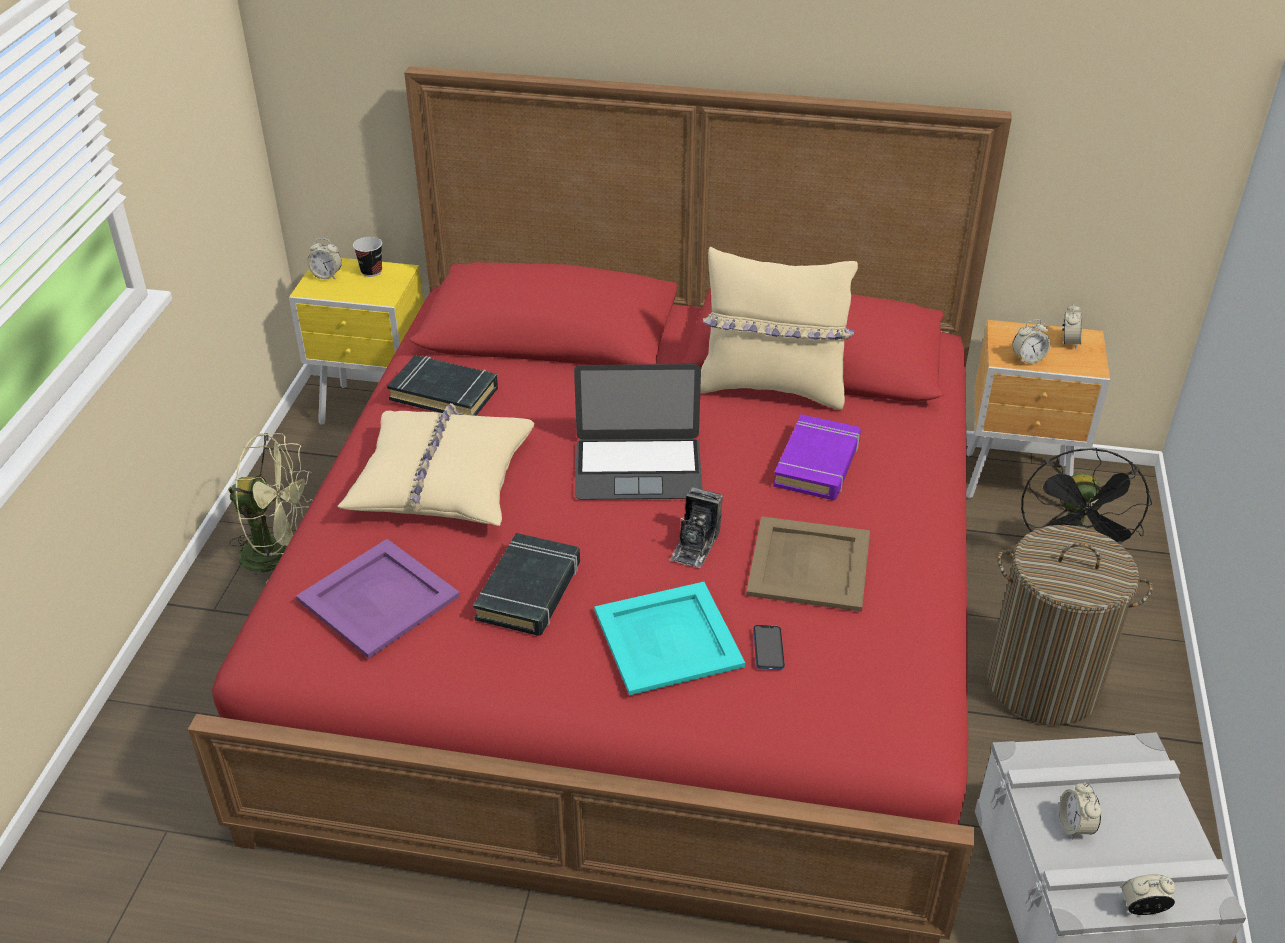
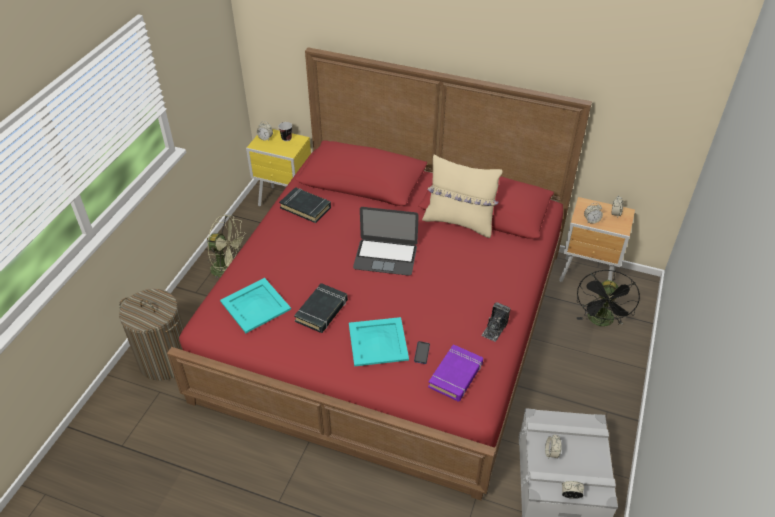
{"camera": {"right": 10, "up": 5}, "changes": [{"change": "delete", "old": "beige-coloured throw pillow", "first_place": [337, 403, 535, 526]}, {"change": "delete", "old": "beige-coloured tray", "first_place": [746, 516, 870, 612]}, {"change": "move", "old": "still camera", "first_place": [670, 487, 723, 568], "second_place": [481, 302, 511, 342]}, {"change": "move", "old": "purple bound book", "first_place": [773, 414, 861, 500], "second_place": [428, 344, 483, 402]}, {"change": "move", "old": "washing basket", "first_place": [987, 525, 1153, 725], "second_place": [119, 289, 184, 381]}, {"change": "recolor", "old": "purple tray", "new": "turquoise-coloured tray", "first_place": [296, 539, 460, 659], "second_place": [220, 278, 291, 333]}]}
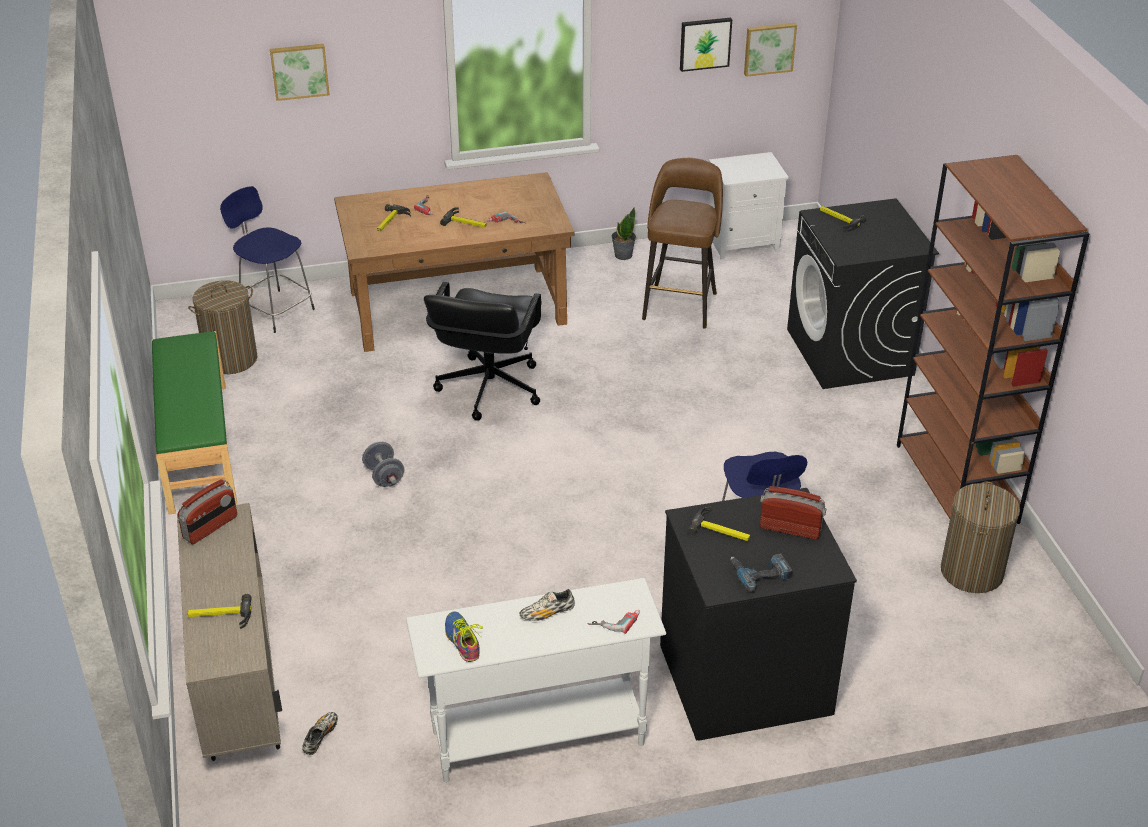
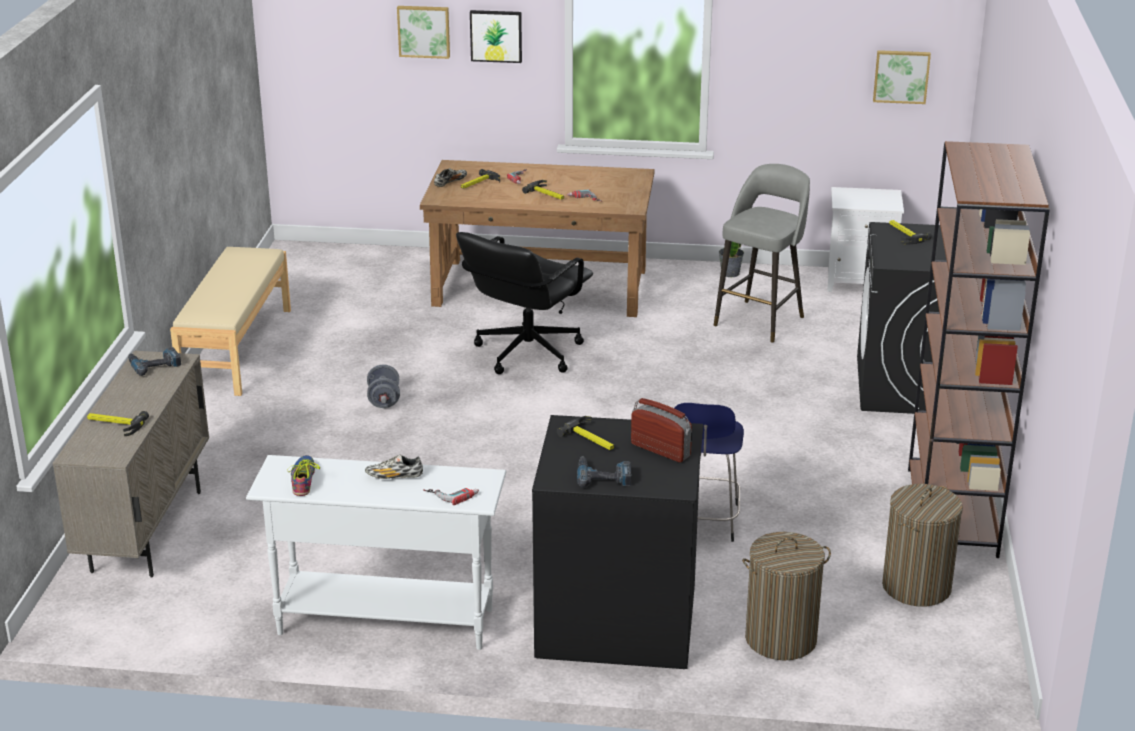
{"camera": {"right": 20, "up": -10}, "changes": [{"change": "delete", "old": "blue stool seat", "first_place": [220, 186, 315, 333]}, {"change": "move", "old": "washing basket", "first_place": [188, 280, 257, 374], "second_place": [742, 532, 831, 661]}, {"change": "move", "old": "item of footwear", "first_place": [302, 712, 338, 755], "second_place": [434, 168, 467, 187]}, {"change": "move", "old": "wall picture", "first_place": [680, 18, 732, 72], "second_place": [470, 10, 522, 63]}, {"change": "replace", "old": "radio set", "new": "drill", "first_place": [178, 479, 237, 544], "second_place": [128, 347, 181, 376]}, {"change": "recolor", "old": "greenish indoor bench", "new": "beige-coloured indoor bench", "first_place": [151, 331, 237, 515], "second_place": [170, 247, 291, 396]}, {"change": "recolor", "old": "brown-coloured stool seat", "new": "greyish stool seat", "first_place": [642, 158, 723, 329], "second_place": [714, 164, 810, 343]}]}
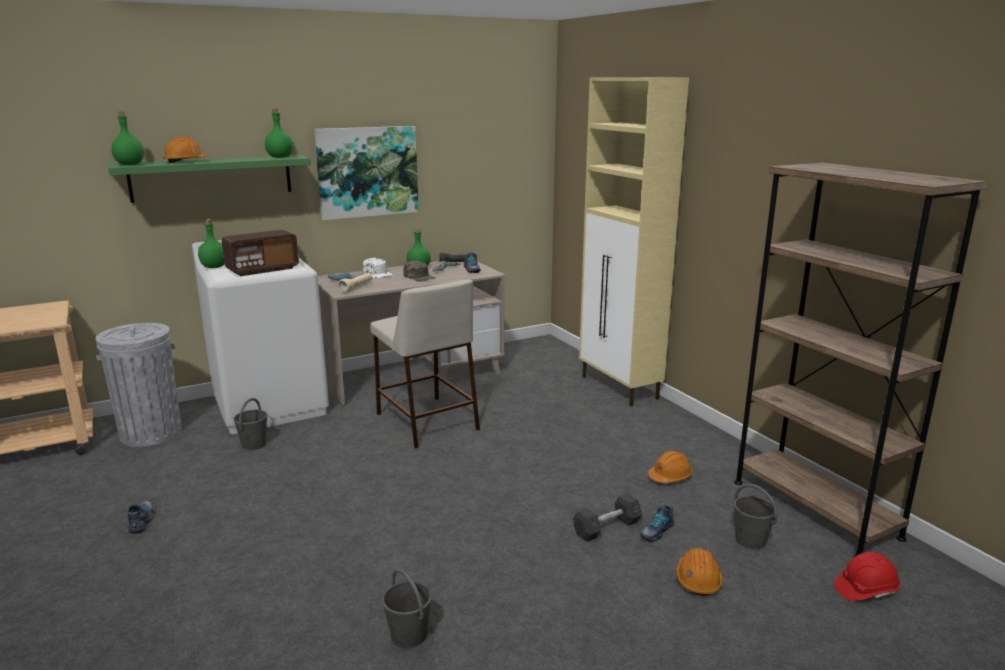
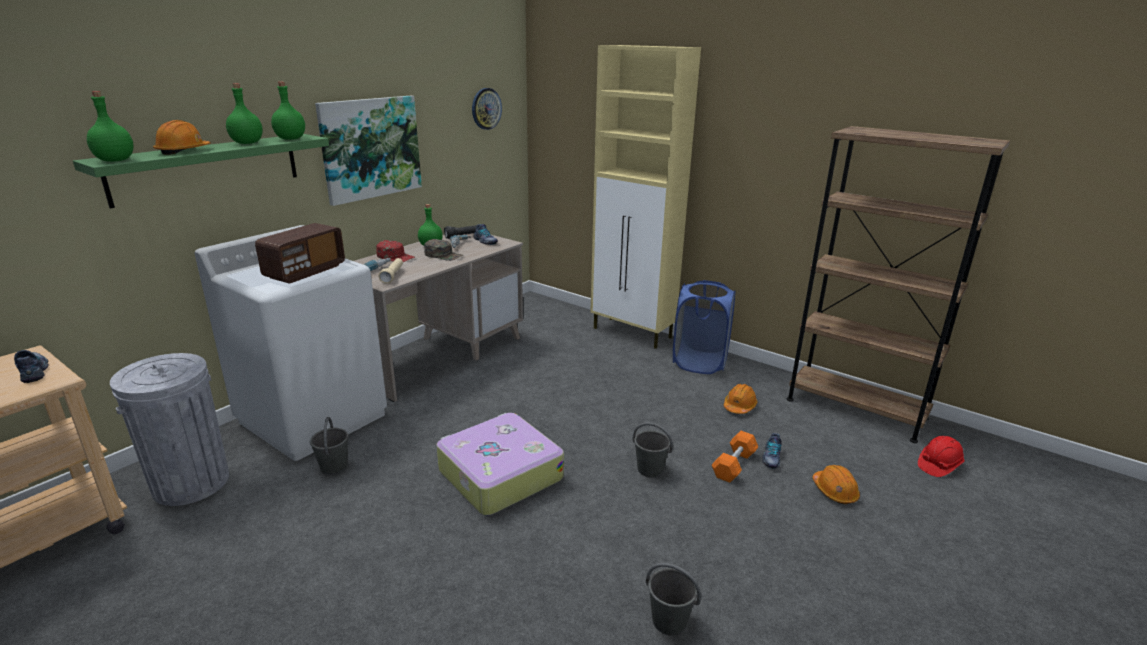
{"camera": {"right": -25, "up": 5}, "changes": [{"change": "delete", "old": "beige-coloured stool seat", "first_place": [370, 280, 480, 449]}, {"change": "insert", "new": "travel case", "second_place": [436, 413, 564, 515]}, {"change": "insert", "new": "hanging clock", "second_place": [472, 88, 502, 130]}, {"change": "insert", "new": "blue washing basket", "second_place": [673, 280, 735, 374]}, {"change": "move", "old": "item of footwear", "first_place": [128, 501, 156, 534], "second_place": [14, 350, 49, 383]}, {"change": "move", "old": "greenish drink bottle", "first_place": [198, 219, 224, 268], "second_place": [226, 83, 263, 144]}, {"change": "move", "old": "greyish water bucket", "first_place": [734, 484, 777, 549], "second_place": [633, 422, 673, 477]}, {"change": "recolor", "old": "whitish cap", "new": "red cap", "first_place": [363, 258, 393, 278], "second_place": [376, 240, 415, 262]}, {"change": "recolor", "old": "greyish dumbbell", "new": "orange-coloured dumbbell", "first_place": [573, 493, 642, 542], "second_place": [712, 431, 758, 483]}]}
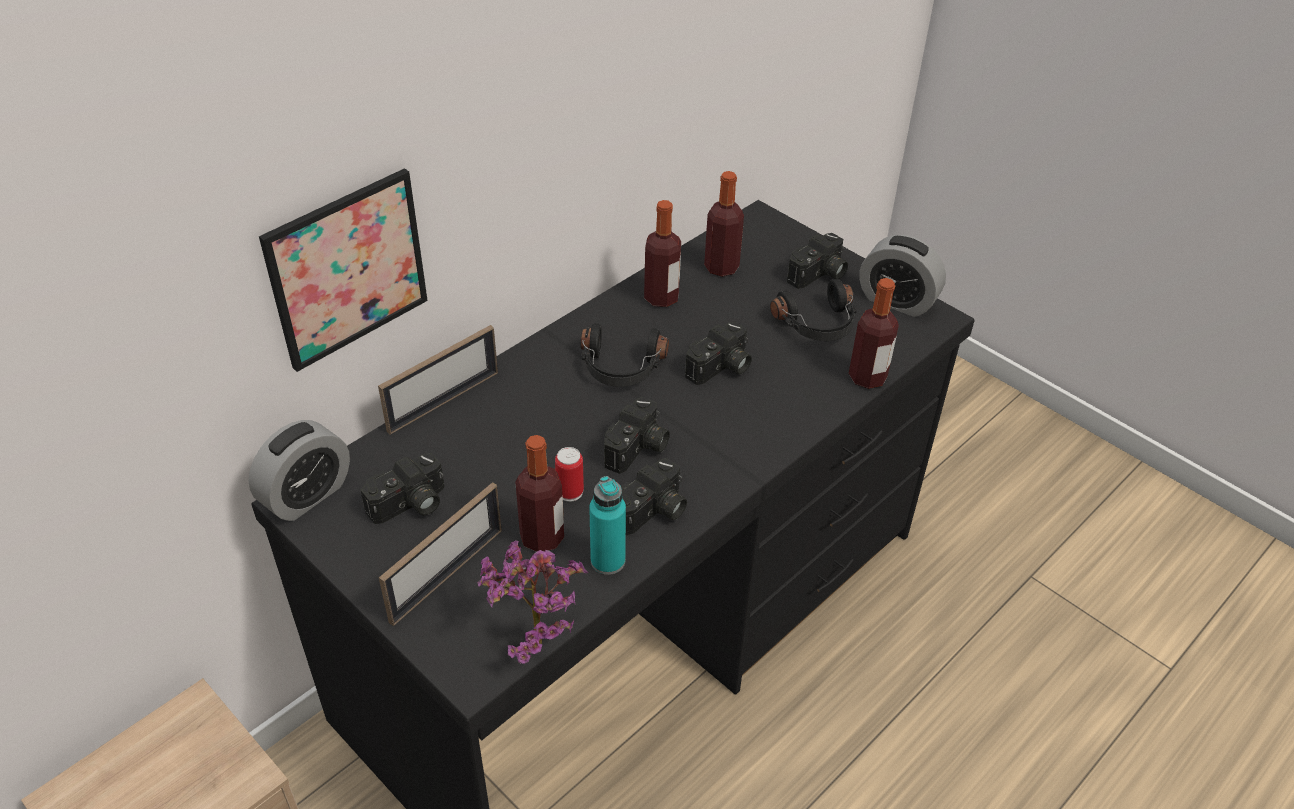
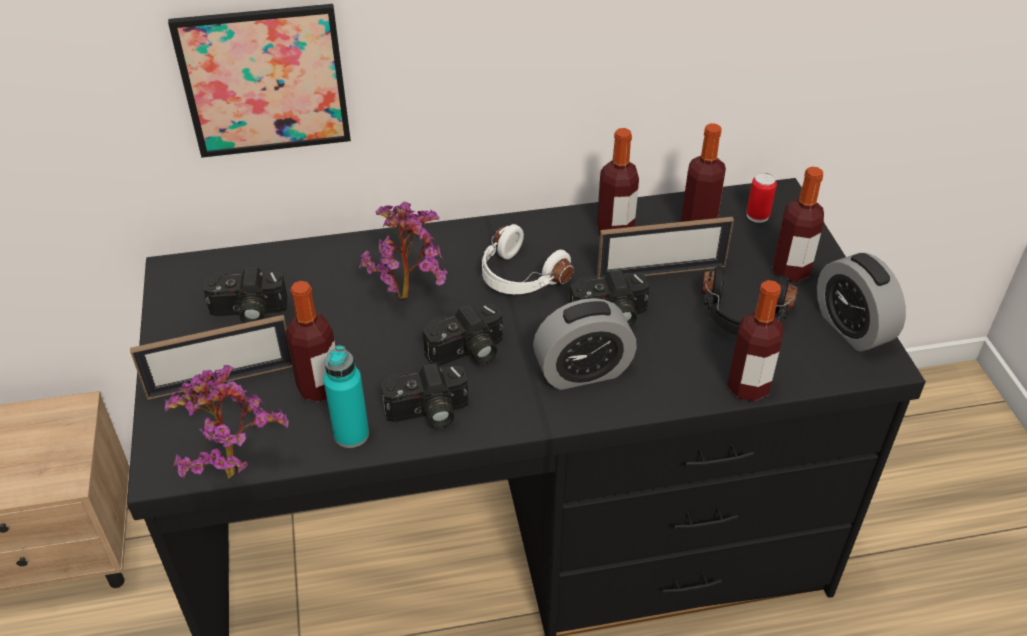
{"camera": {"right": 35, "up": 0}, "changes": [{"change": "insert", "new": "houseplant", "second_place": [359, 202, 448, 299]}, {"change": "move", "old": "table clock", "first_place": [248, 420, 350, 521], "second_place": [533, 298, 637, 390]}, {"change": "move", "old": "picture frame", "first_place": [378, 325, 498, 434], "second_place": [597, 217, 734, 279]}, {"change": "move", "old": "sealed can", "first_place": [555, 447, 584, 502], "second_place": [747, 172, 777, 223]}, {"change": "replace", "old": "still camera", "new": "drink bottle", "first_place": [787, 233, 848, 289], "second_place": [772, 167, 824, 282]}, {"change": "recolor", "old": "black-coloured headset", "new": "whitish headset", "first_place": [581, 323, 669, 387], "second_place": [482, 224, 574, 294]}]}
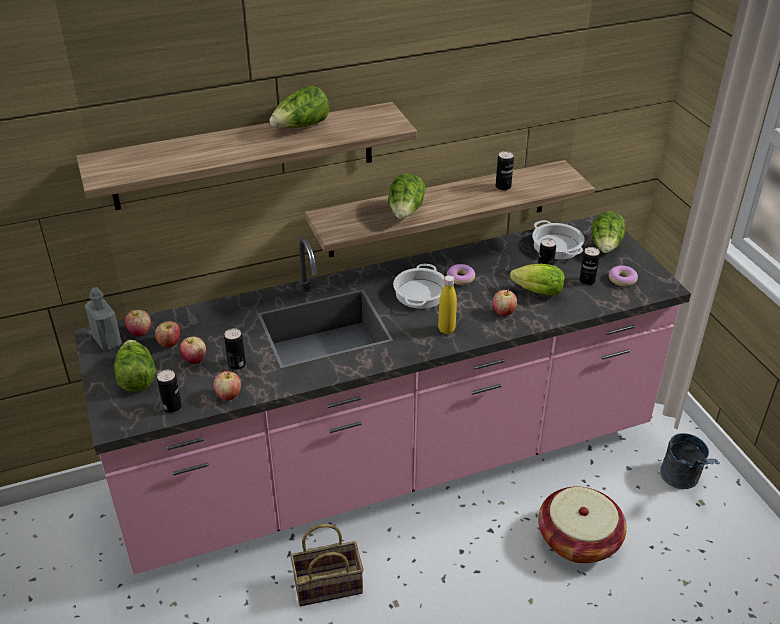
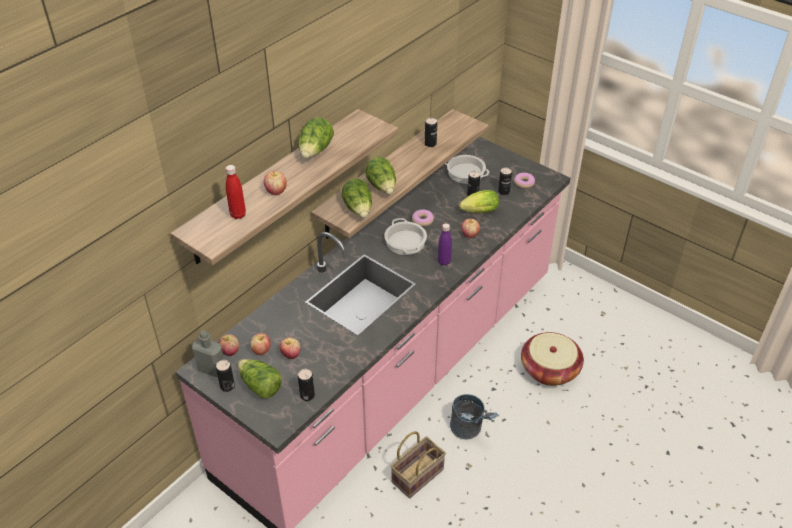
{"camera": {"right": -30, "up": 5}, "changes": [{"change": "insert", "new": "red drink bottle", "second_place": [226, 165, 246, 219]}, {"change": "move", "old": "whole apple", "first_place": [214, 371, 241, 400], "second_place": [264, 170, 287, 195]}, {"change": "move", "old": "sealed can", "first_place": [224, 328, 246, 370], "second_place": [216, 360, 235, 392]}, {"change": "move", "old": "head of lettuce", "first_place": [592, 211, 626, 253], "second_place": [342, 178, 372, 218]}, {"change": "move", "old": "greyish water bucket", "first_place": [660, 433, 719, 489], "second_place": [450, 394, 499, 440]}, {"change": "recolor", "old": "yellow drink bottle", "new": "purple drink bottle", "first_place": [438, 275, 457, 334], "second_place": [438, 223, 452, 266]}]}
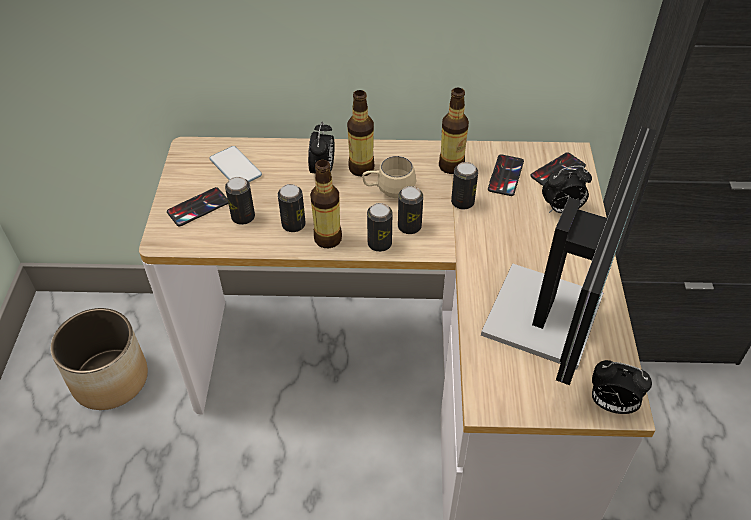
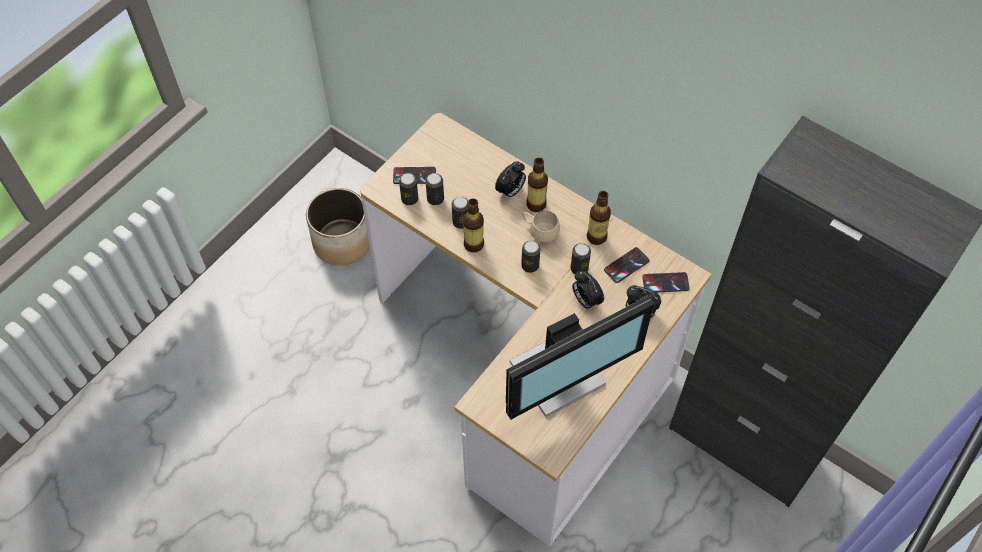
{"camera": {"right": 35, "up": 10}, "changes": [{"change": "delete", "old": "handset", "first_place": [209, 146, 262, 182]}, {"change": "move", "old": "sealed can", "first_place": [367, 203, 392, 252], "second_place": [399, 173, 418, 205]}, {"change": "move", "old": "table clock", "first_place": [592, 360, 652, 414], "second_place": [572, 270, 604, 309]}]}
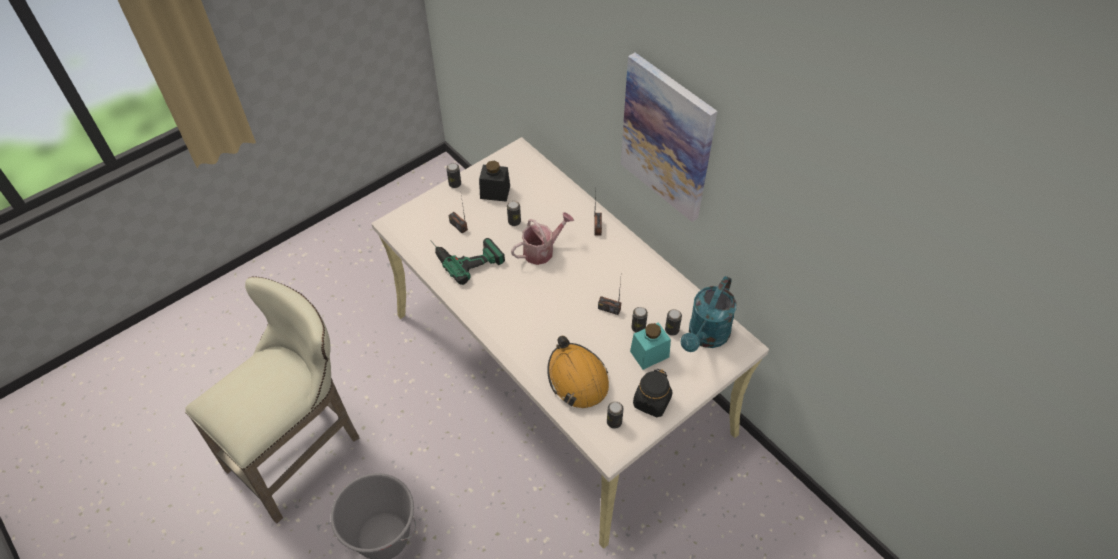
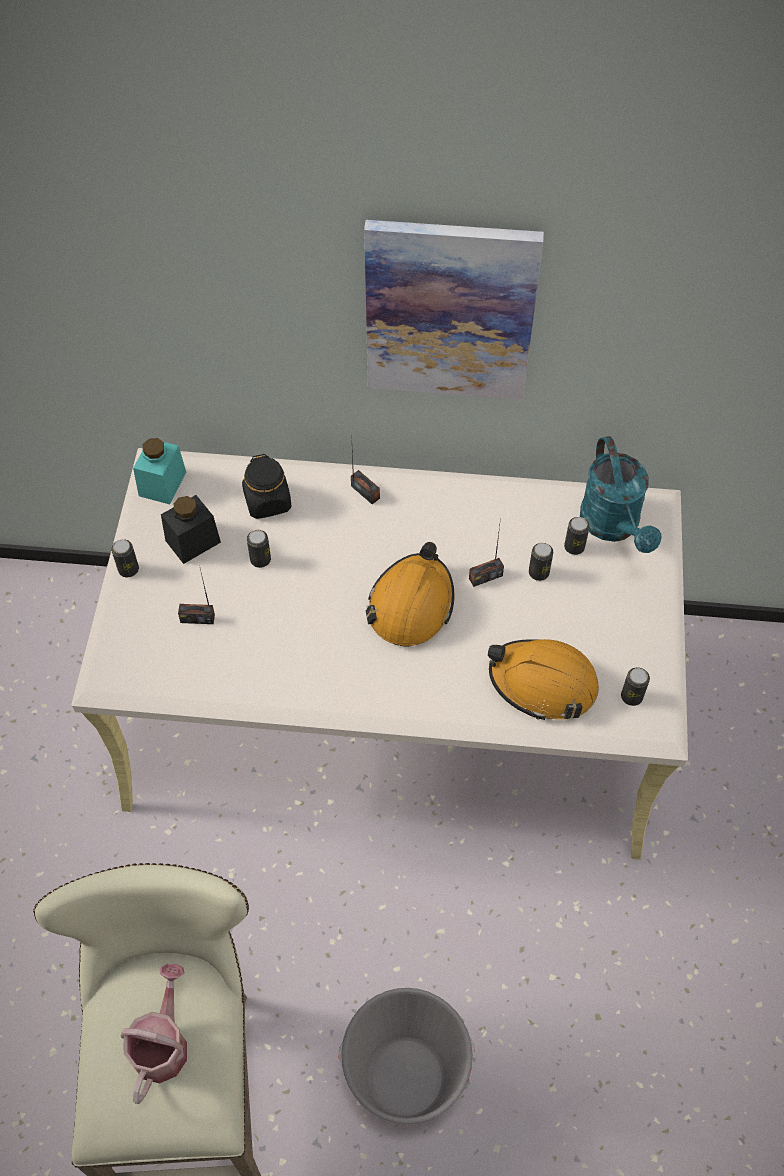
{"camera": {"right": -45, "up": 5}, "changes": [{"change": "delete", "old": "drill", "first_place": [430, 238, 505, 285]}, {"change": "insert", "new": "orange-coloured hard hat", "second_place": [366, 542, 455, 647]}, {"change": "move", "old": "watering pot", "first_place": [511, 212, 574, 265], "second_place": [120, 964, 187, 1104]}, {"change": "move", "old": "turquoise-coloured preserve jar", "first_place": [630, 322, 671, 370], "second_place": [133, 438, 186, 504]}, {"change": "move", "old": "black-coloured preserve jar", "first_place": [633, 369, 673, 417], "second_place": [242, 454, 292, 519]}]}
